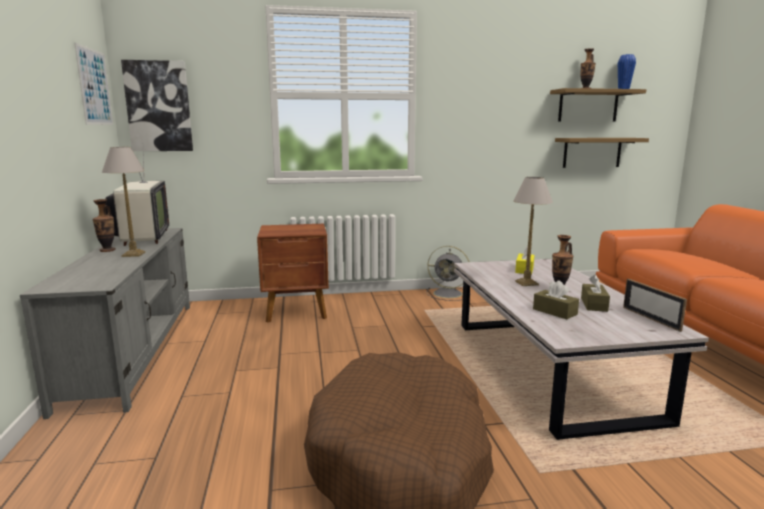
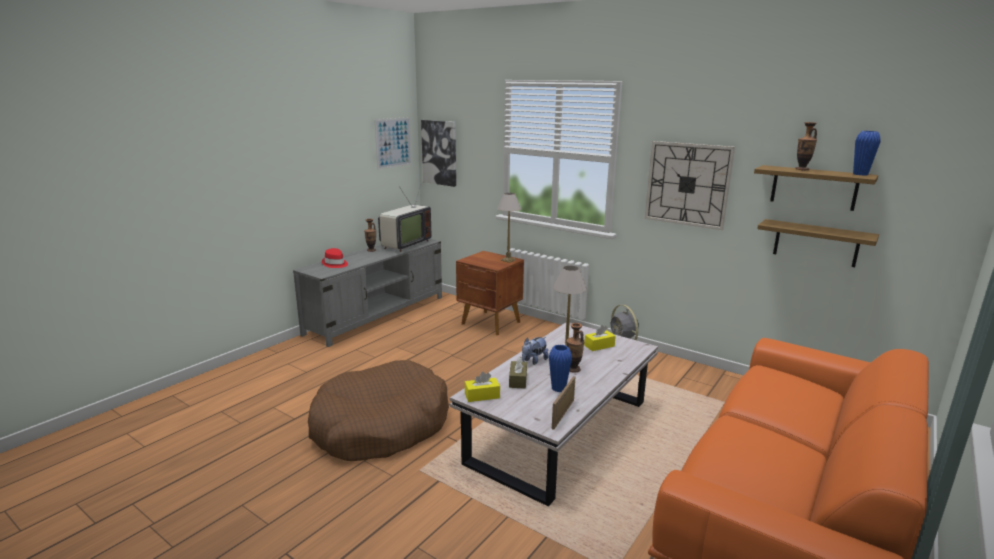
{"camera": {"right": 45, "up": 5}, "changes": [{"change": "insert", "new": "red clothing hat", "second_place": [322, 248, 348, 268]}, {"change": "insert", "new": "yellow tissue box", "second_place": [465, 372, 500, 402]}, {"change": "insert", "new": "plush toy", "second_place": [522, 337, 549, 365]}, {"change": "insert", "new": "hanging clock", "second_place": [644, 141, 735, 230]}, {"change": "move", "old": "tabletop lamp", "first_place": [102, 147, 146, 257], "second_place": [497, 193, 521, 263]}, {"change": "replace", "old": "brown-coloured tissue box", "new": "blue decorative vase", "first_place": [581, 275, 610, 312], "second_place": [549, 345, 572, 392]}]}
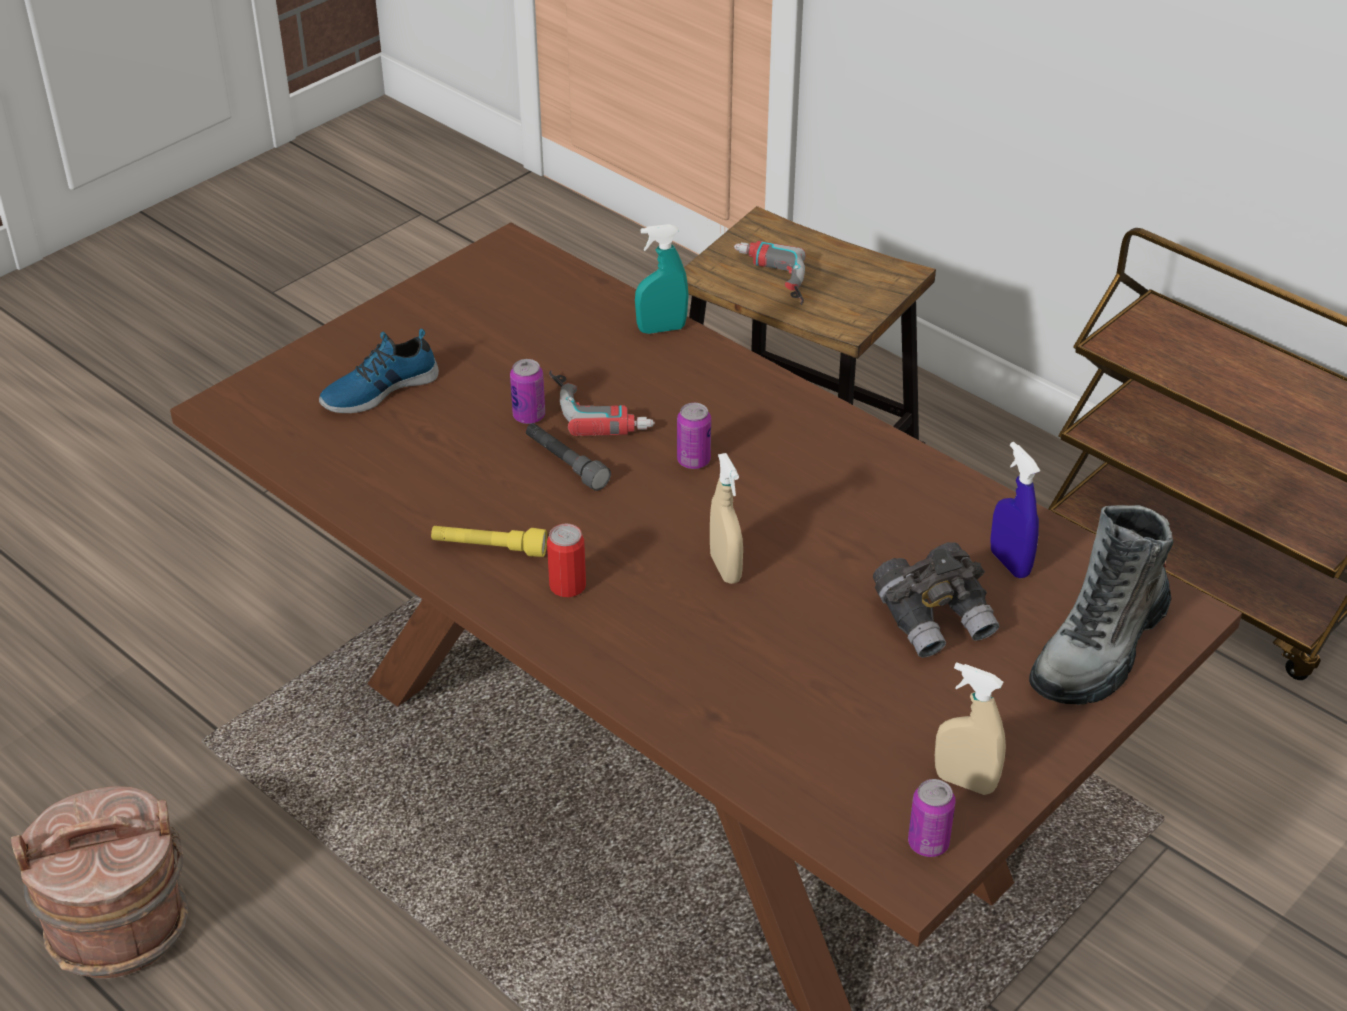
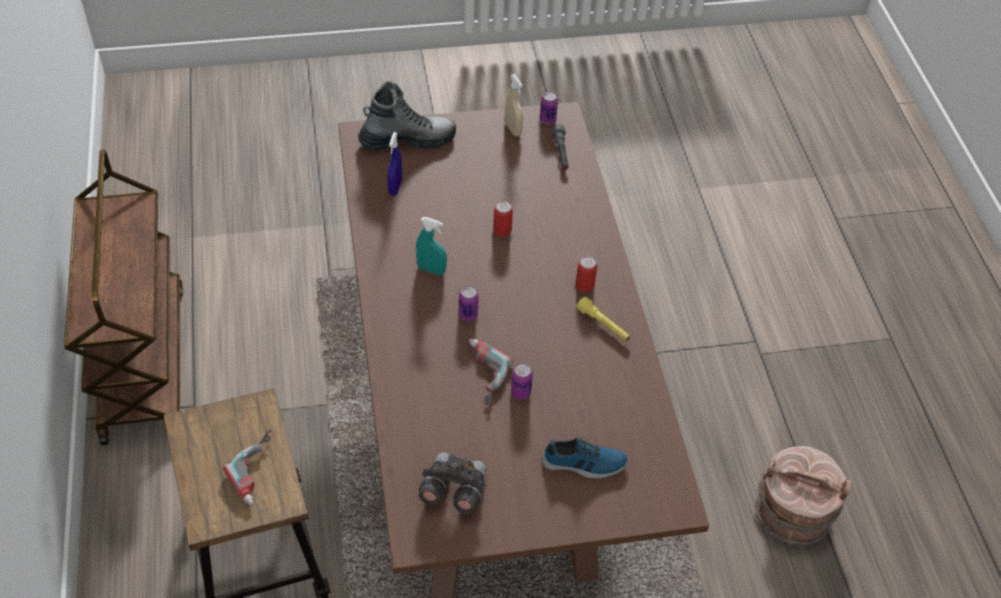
{"camera": {"right": -145, "up": 10}, "changes": [{"change": "delete", "old": "beige-coloured sprayer", "first_place": [710, 453, 743, 584]}, {"change": "insert", "new": "sealed can", "second_place": [493, 201, 513, 237]}, {"change": "move", "old": "greyish hand torch", "first_place": [526, 423, 611, 491], "second_place": [552, 124, 569, 170]}, {"change": "move", "old": "turquoise-coloured sprayer", "first_place": [635, 224, 689, 334], "second_place": [416, 217, 447, 275]}, {"change": "move", "old": "greyish pair of binoculars", "first_place": [873, 542, 999, 658], "second_place": [419, 452, 487, 514]}]}
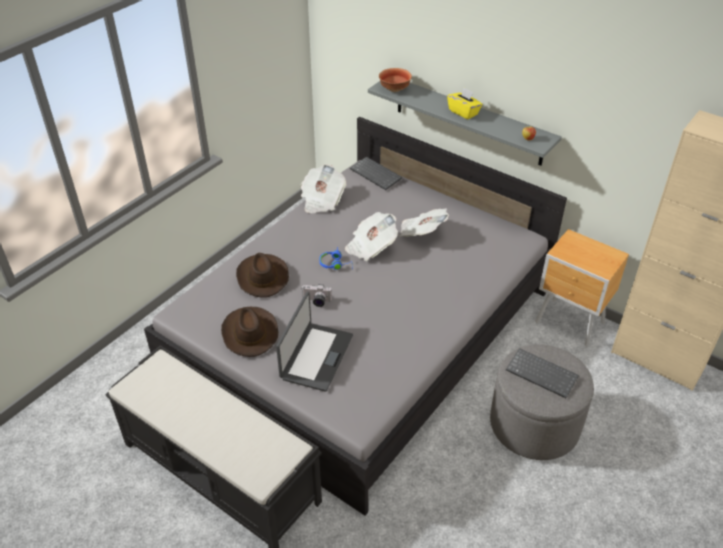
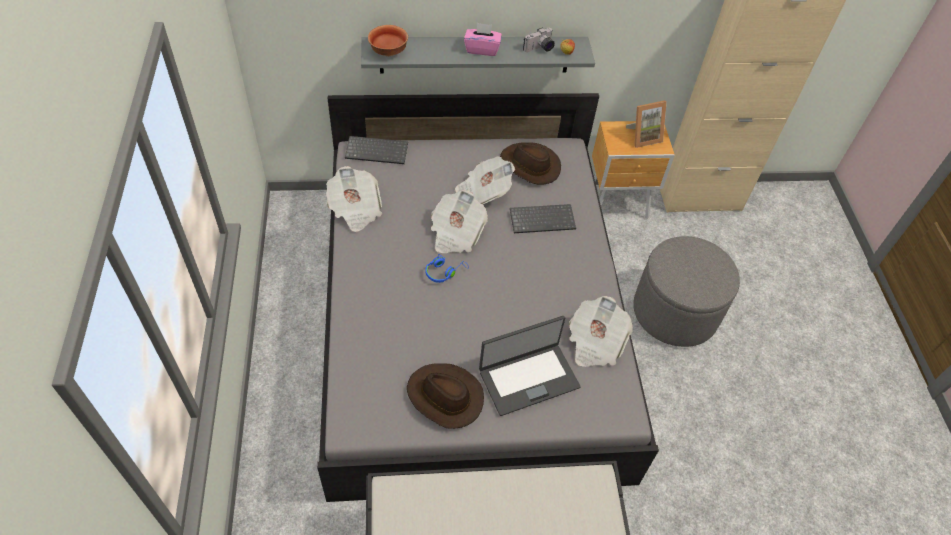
{"camera": {"right": -45, "up": 10}, "changes": [{"change": "insert", "new": "daily paper", "second_place": [569, 296, 633, 367]}, {"change": "insert", "new": "picture frame", "second_place": [626, 100, 667, 148]}, {"change": "move", "old": "brown-coloured clothing hat", "first_place": [236, 253, 289, 297], "second_place": [500, 142, 561, 184]}, {"change": "move", "old": "still camera", "first_place": [302, 284, 332, 307], "second_place": [523, 27, 555, 52]}, {"change": "move", "old": "keyboard", "first_place": [506, 348, 579, 398], "second_place": [510, 204, 576, 233]}, {"change": "recolor", "old": "yellow tissue box", "new": "pinkish tissue box", "first_place": [447, 87, 482, 119], "second_place": [464, 23, 502, 56]}, {"change": "rotate", "old": "notebook computer", "first_place": [276, 291, 353, 392], "second_place": [479, 316, 580, 416], "degrees": 90}]}
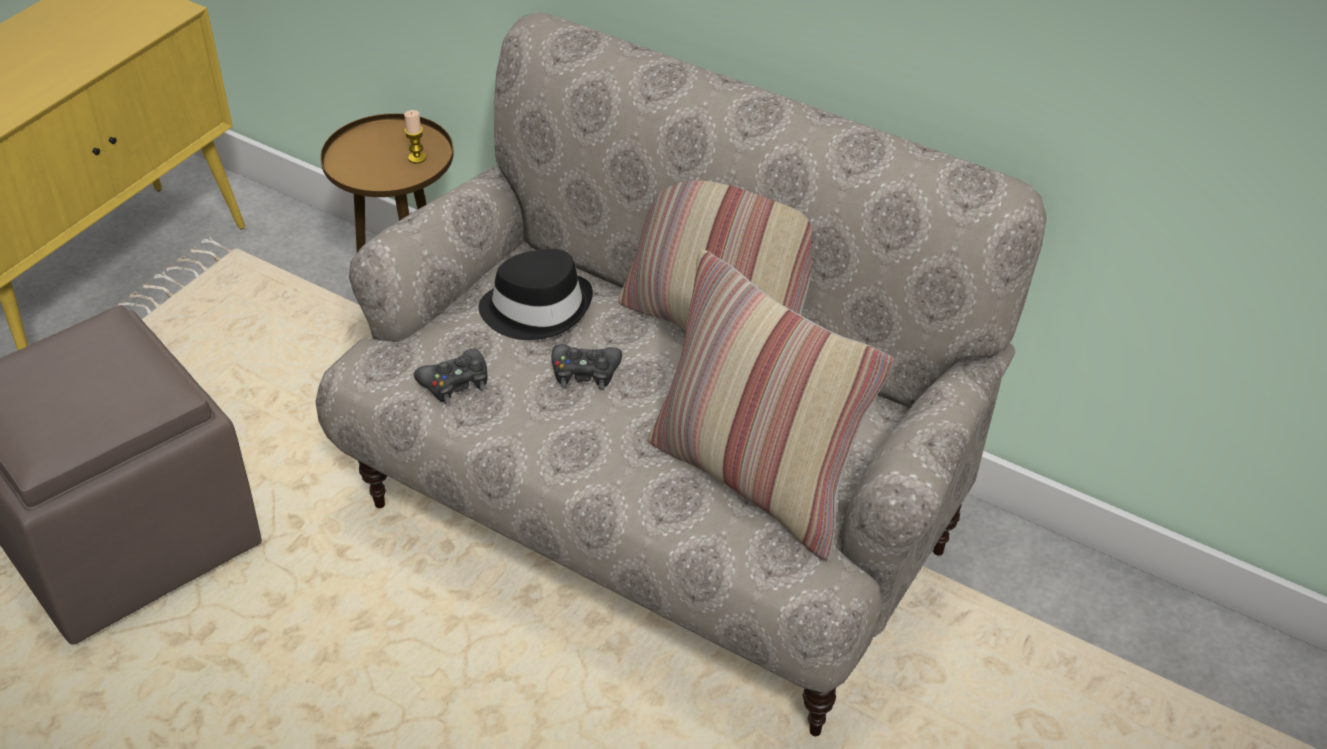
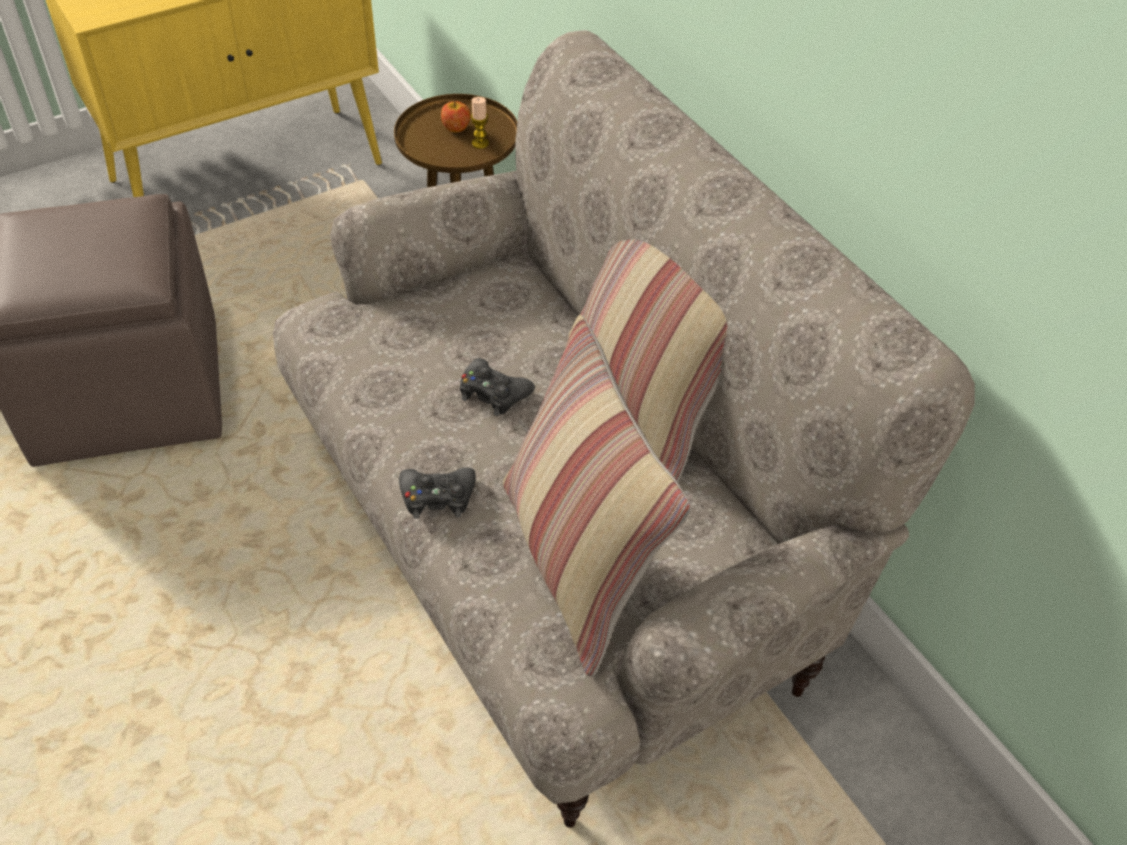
{"camera": {"right": 25, "up": 5}, "changes": [{"change": "delete", "old": "black-coloured clothing hat", "first_place": [478, 249, 593, 340]}, {"change": "insert", "new": "whole apple", "second_place": [441, 99, 470, 133]}, {"change": "move", "old": "black-coloured gamepad", "first_place": [414, 348, 487, 404], "second_place": [399, 467, 476, 519]}]}
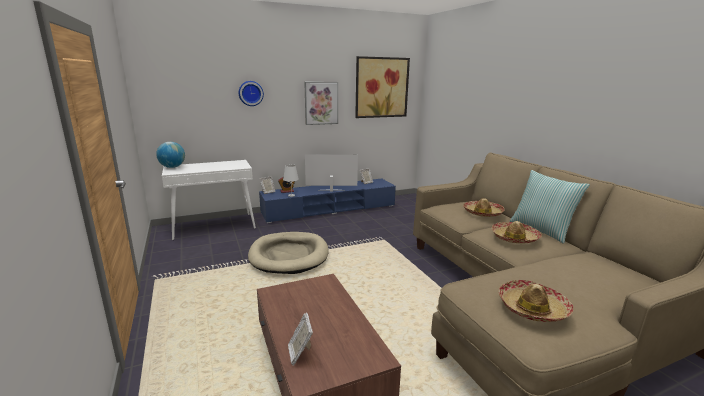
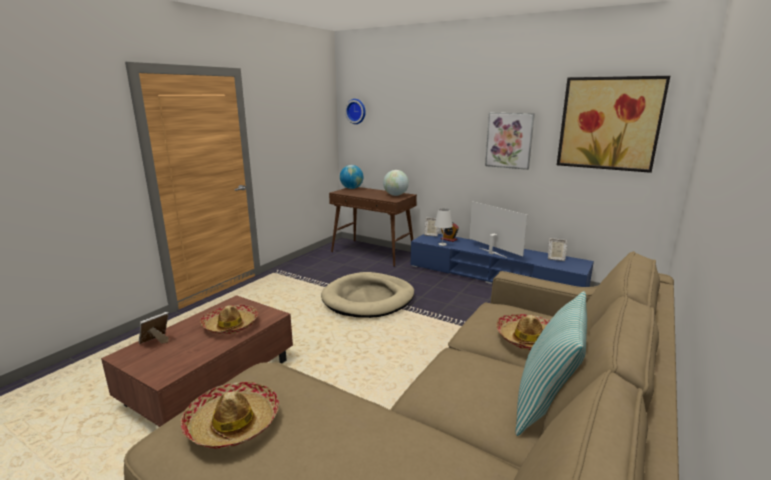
{"camera": {"right": 55, "up": 0}, "changes": [{"change": "insert", "new": "globe", "second_place": [383, 170, 409, 196]}, {"change": "move", "old": "hanging clock", "first_place": [239, 81, 264, 106], "second_place": [345, 99, 366, 124]}, {"change": "move", "old": "clothing hat", "first_place": [492, 221, 542, 244], "second_place": [200, 305, 258, 334]}, {"change": "recolor", "old": "whitish hall table", "new": "brown-coloured hall table", "first_place": [162, 160, 256, 240], "second_place": [329, 187, 417, 267]}]}
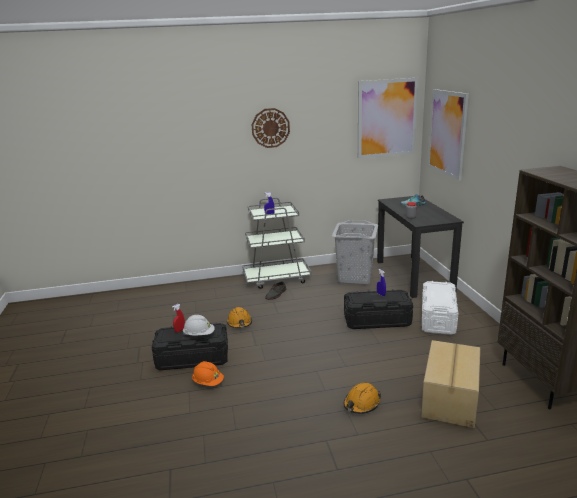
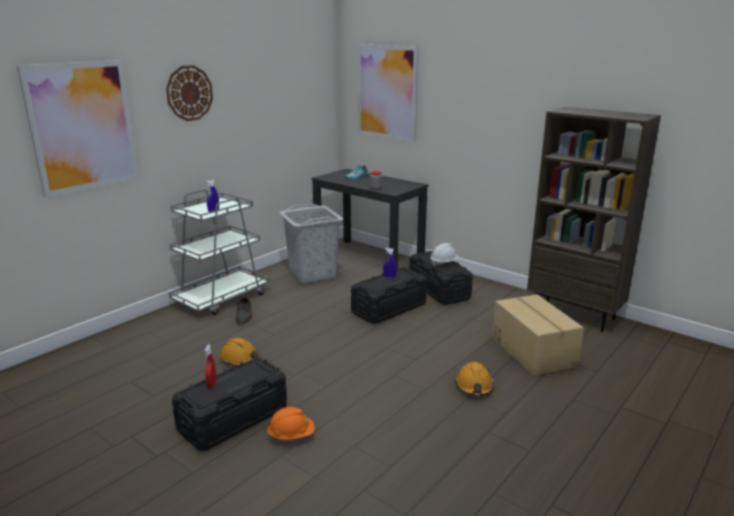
{"camera": {"right": -40, "up": 0}, "changes": [{"change": "move", "old": "whitish hard hat", "first_place": [183, 315, 215, 336], "second_place": [431, 243, 460, 266]}, {"change": "move", "old": "wall picture", "first_place": [358, 78, 418, 159], "second_place": [17, 60, 139, 197]}, {"change": "recolor", "old": "whitish storage bin", "new": "black-coloured storage bin", "first_place": [422, 281, 458, 335], "second_place": [409, 251, 473, 305]}]}
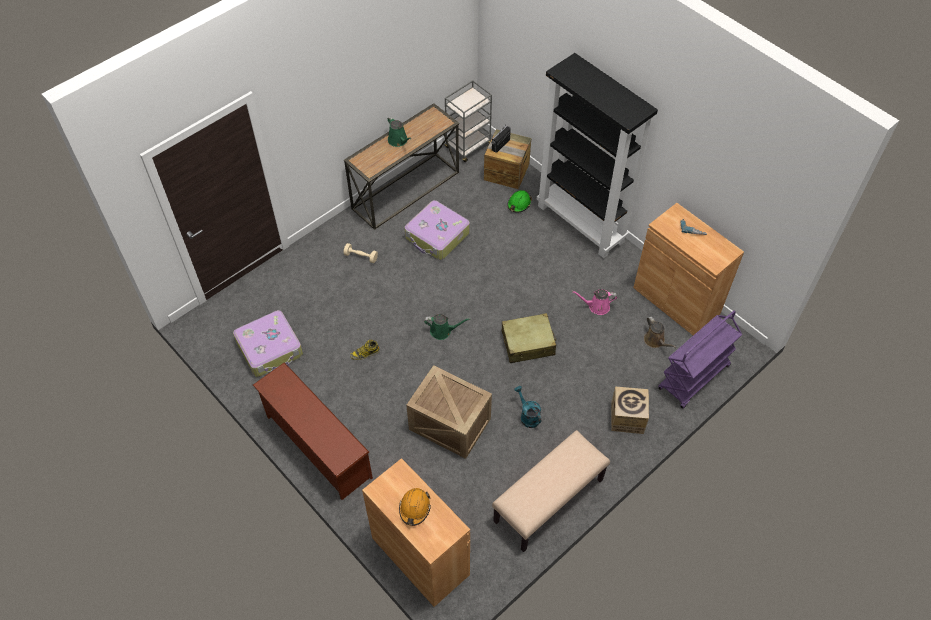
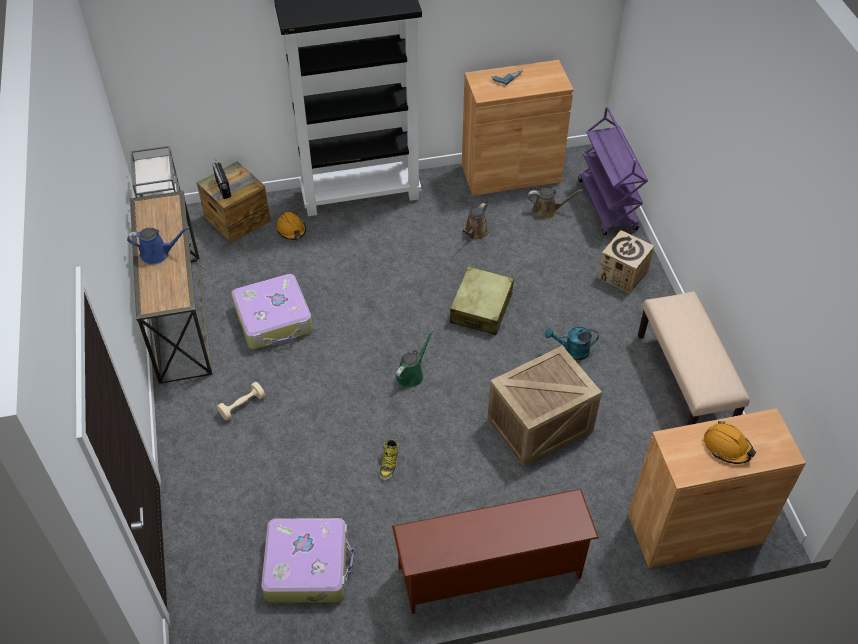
{"camera": {"right": -60, "up": -5}, "changes": [{"change": "recolor", "old": "greenish watering pot", "new": "blue watering pot", "first_place": [388, 117, 411, 147], "second_place": [127, 227, 189, 265]}, {"change": "recolor", "old": "greenish hard hat", "new": "orange-coloured hard hat", "first_place": [507, 190, 532, 213], "second_place": [277, 212, 306, 240]}, {"change": "recolor", "old": "pinkish watering pot", "new": "brown-coloured watering pot", "first_place": [572, 289, 617, 315], "second_place": [460, 203, 489, 240]}]}
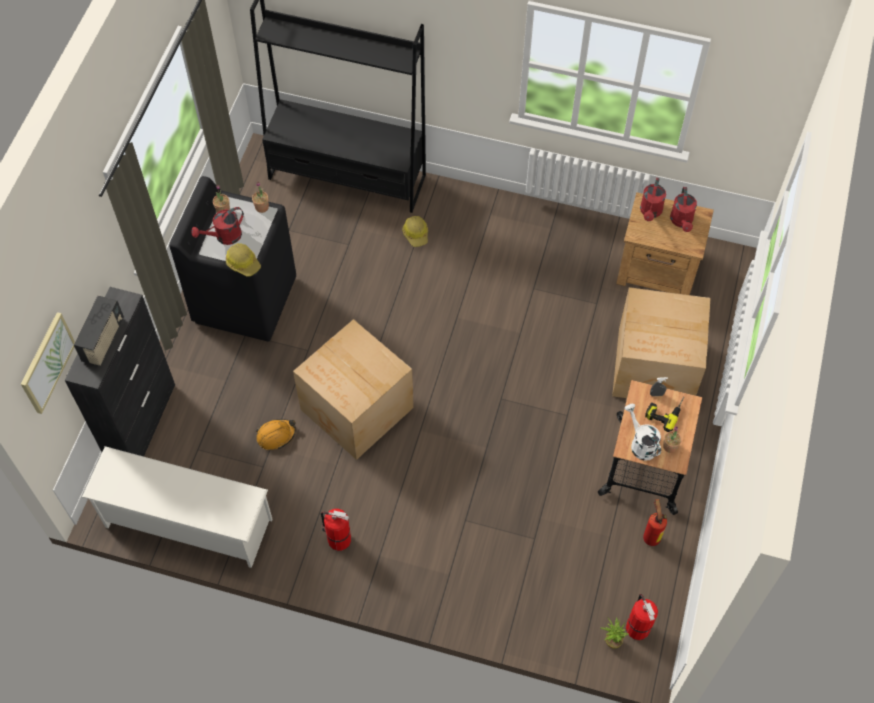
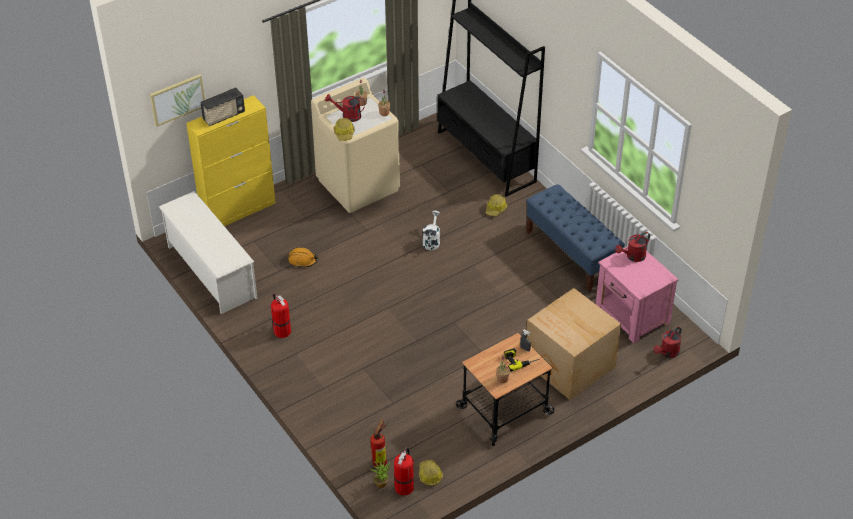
{"camera": {"right": 40, "up": -15}, "changes": [{"change": "delete", "old": "cardboard box", "first_place": [293, 319, 414, 460]}, {"change": "insert", "new": "hard hat", "second_place": [419, 460, 443, 486]}, {"change": "insert", "new": "blue indoor bench", "second_place": [526, 184, 625, 292]}, {"change": "move", "old": "whitish watering pot", "first_place": [625, 404, 661, 461], "second_place": [422, 211, 440, 250]}, {"change": "move", "old": "fire extinguisher", "first_place": [643, 499, 667, 546], "second_place": [370, 420, 387, 467]}, {"change": "move", "old": "red watering pot", "first_place": [670, 187, 697, 232], "second_place": [653, 327, 682, 358]}, {"change": "recolor", "old": "black-coloured cupboard", "new": "yellow cupboard", "first_place": [65, 287, 175, 457], "second_place": [186, 95, 276, 226]}, {"change": "recolor", "old": "black-coloured washing machine", "new": "beige-coloured washing machine", "first_place": [169, 176, 296, 341], "second_place": [311, 78, 400, 213]}, {"change": "recolor", "old": "brown-coloured night table", "new": "pinkish night table", "first_place": [616, 192, 714, 295], "second_place": [596, 247, 679, 344]}]}
